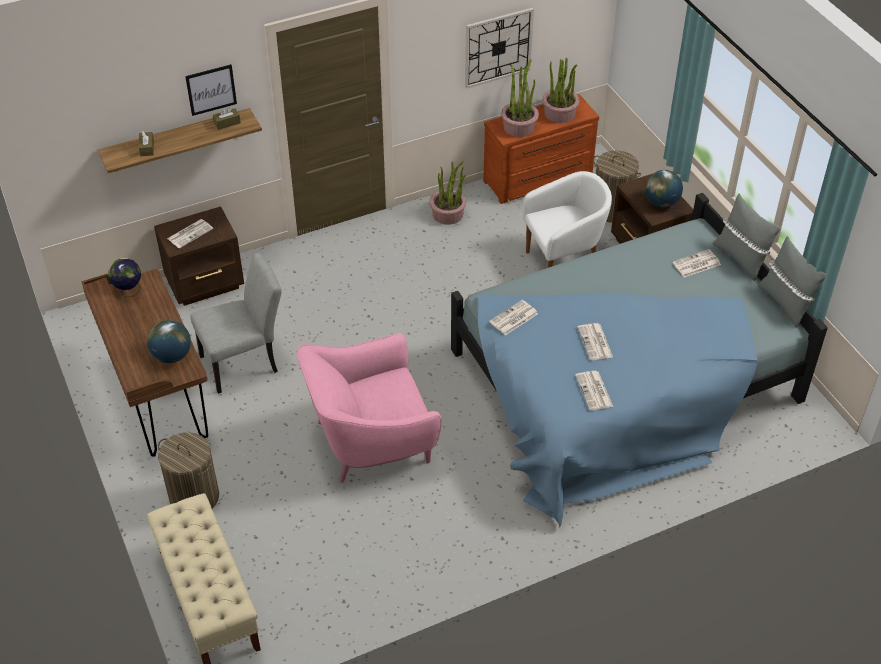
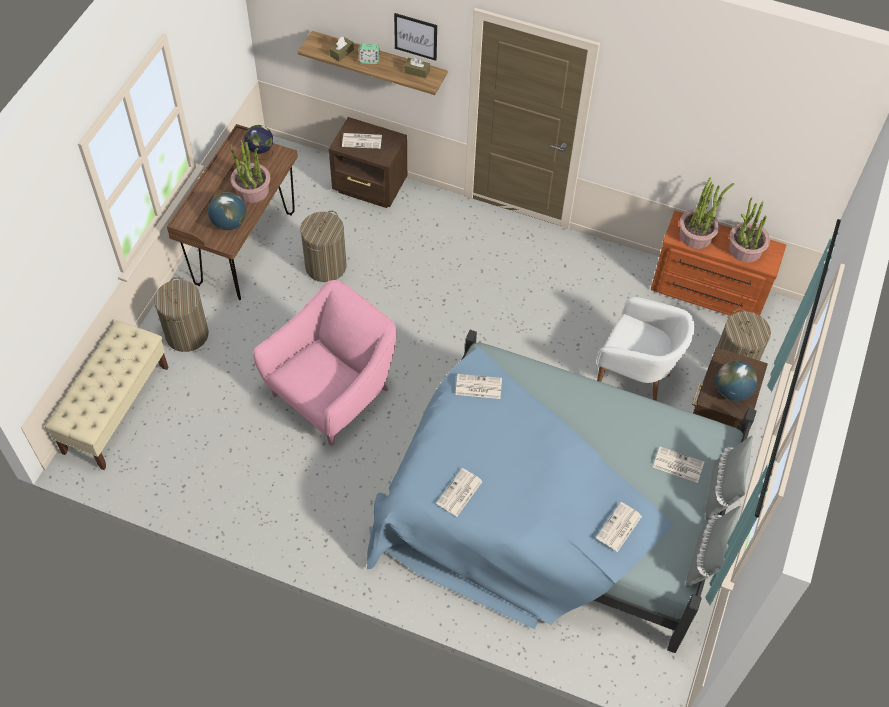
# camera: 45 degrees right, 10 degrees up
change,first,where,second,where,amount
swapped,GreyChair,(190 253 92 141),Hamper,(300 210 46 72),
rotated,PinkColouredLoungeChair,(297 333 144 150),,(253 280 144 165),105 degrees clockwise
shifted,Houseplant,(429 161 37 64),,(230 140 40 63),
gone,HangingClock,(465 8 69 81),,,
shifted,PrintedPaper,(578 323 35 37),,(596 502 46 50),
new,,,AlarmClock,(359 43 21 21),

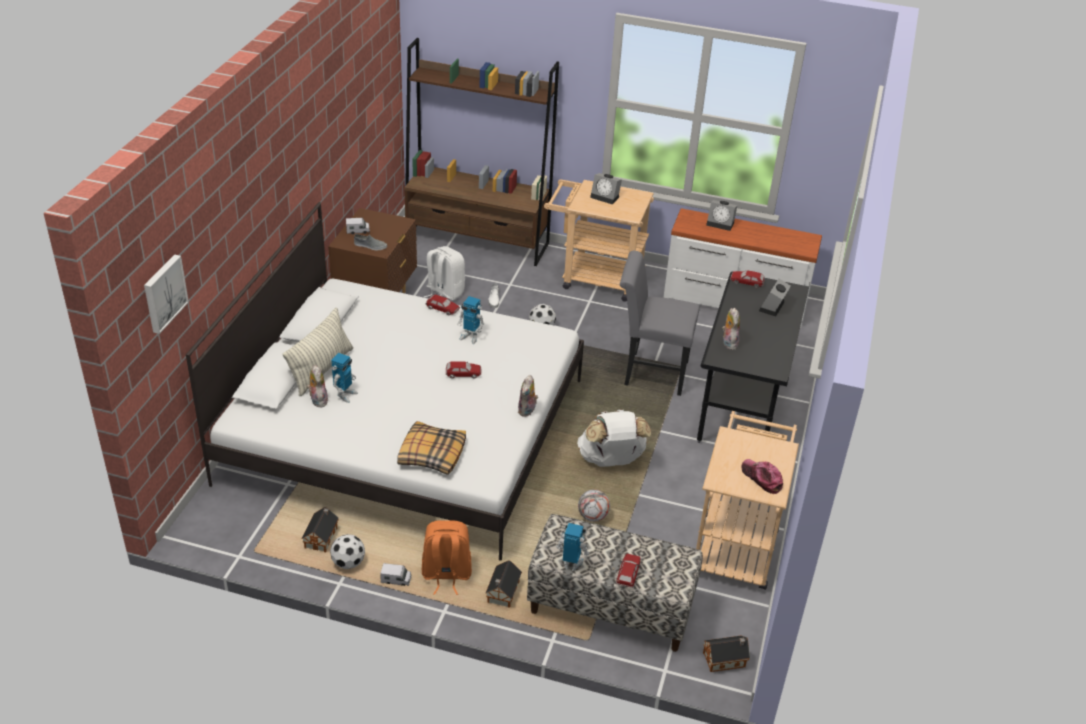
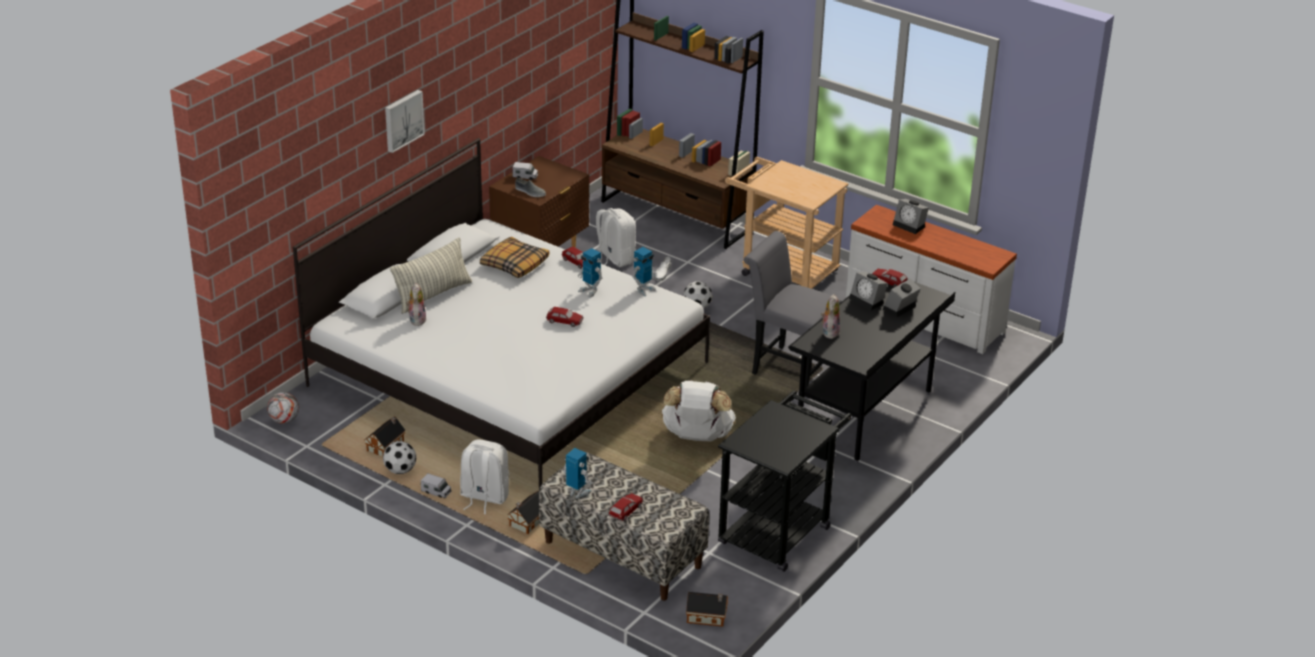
# camera: 20 degrees right, 5 degrees down
change,first,where,second,where,amount
shifted,Picture,(144 255 45 79),,(385 90 40 63),
shifted,ModelRobot,(331 353 27 50),,(633 247 24 49),
shifted,ThrowPillow,(397 421 69 54),,(480 237 69 41),
repainted,OrangeBackpack,(422 520 50 75),WhiteBackpack,(460 439 49 75),
gone,SoftToy,(518 375 20 42),,,
shifted,Football,(578 489 32 33),,(267 392 32 32),
shifted,AlarmClock,(590 173 32 31),,(849 271 39 39),
repainted,SandColouredTrolley,(696 411 103 179),BlackTrolley,(718 390 133 182),
gone,PeakedCap,(741 459 42 35),,,

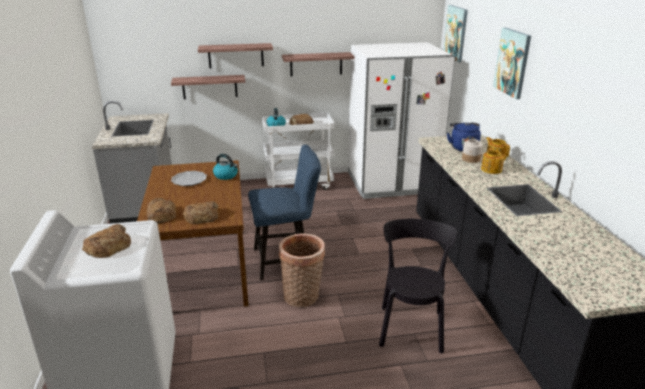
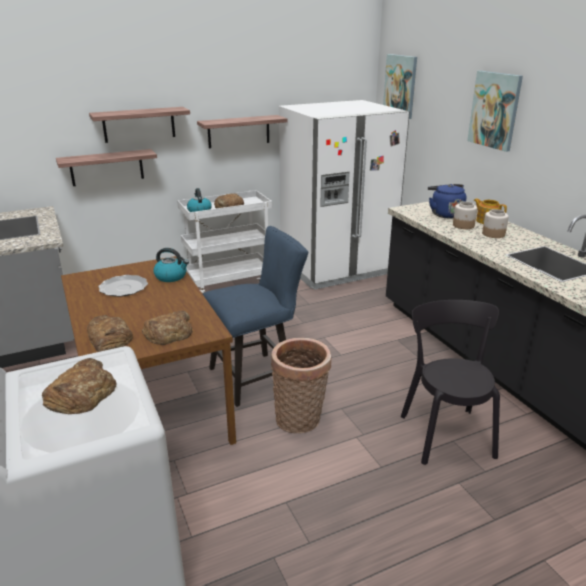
# camera: 15 degrees left, 0 degrees up
change,first,where,second,where,amount
swapped,Teapot,(481 148 23 26),Jar,(482 209 27 29),

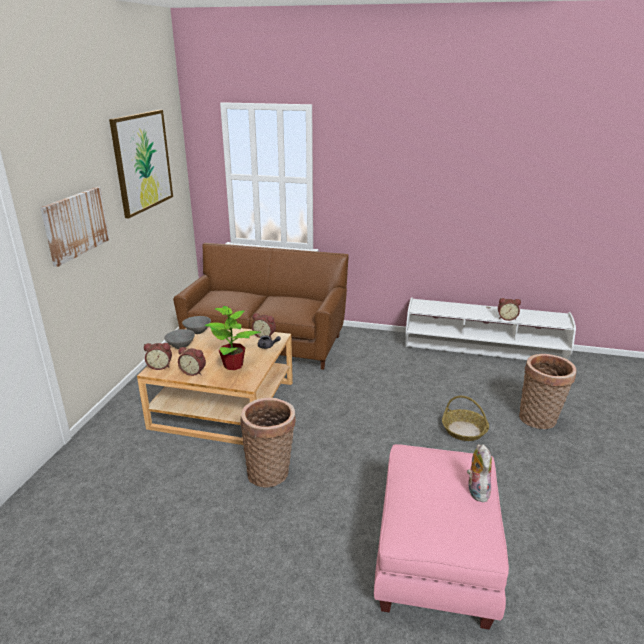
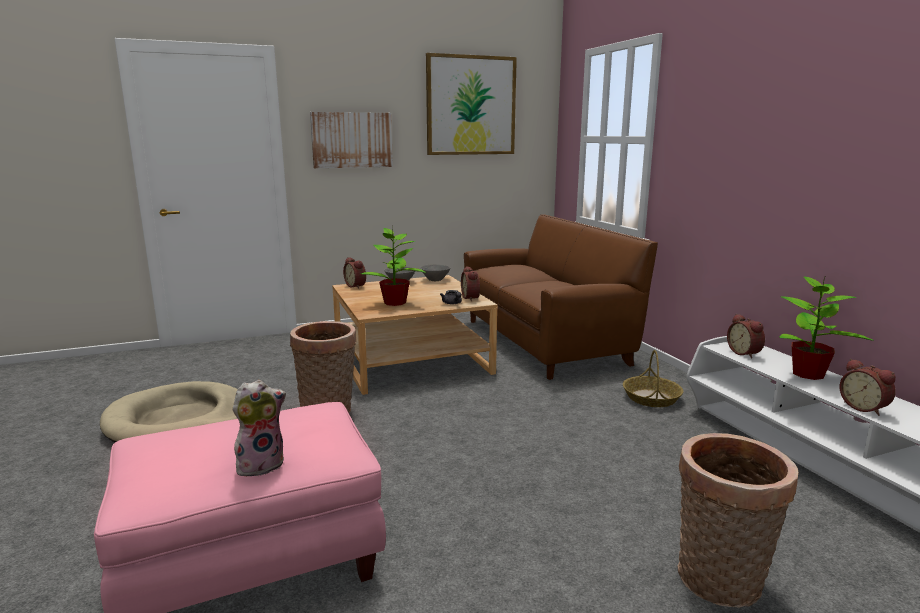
# camera: 55 degrees right, 10 degrees down
change,first,where,second,where,amount
shifted,AlarmClock,(178 347 28 29),,(727 314 38 45),
shifted,StorageBasket,(442 396 47 45),,(623 350 60 57),
new,,,SandColouredPetBed,(100 381 138 61),
new,,,Houseplant,(779 275 95 105),

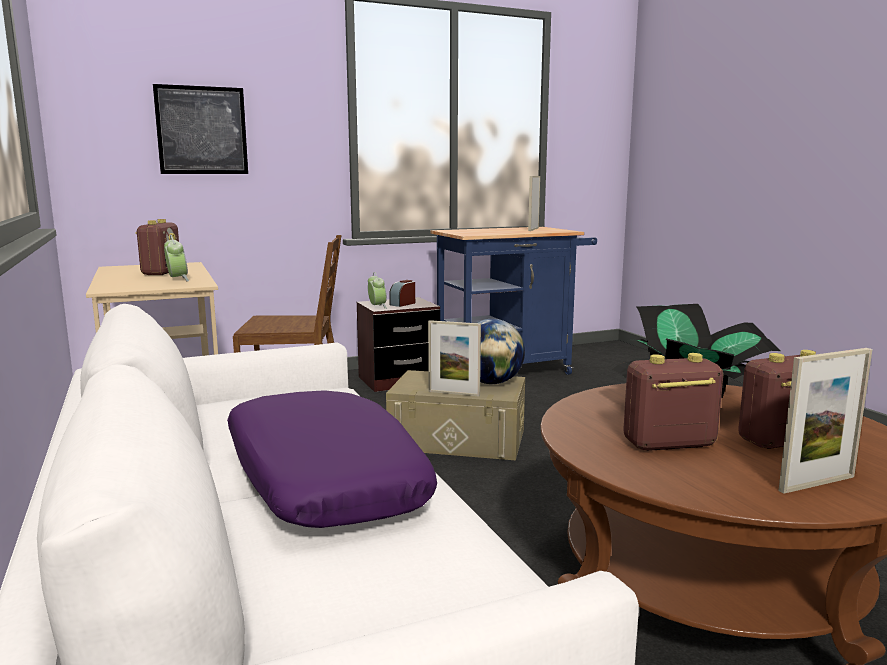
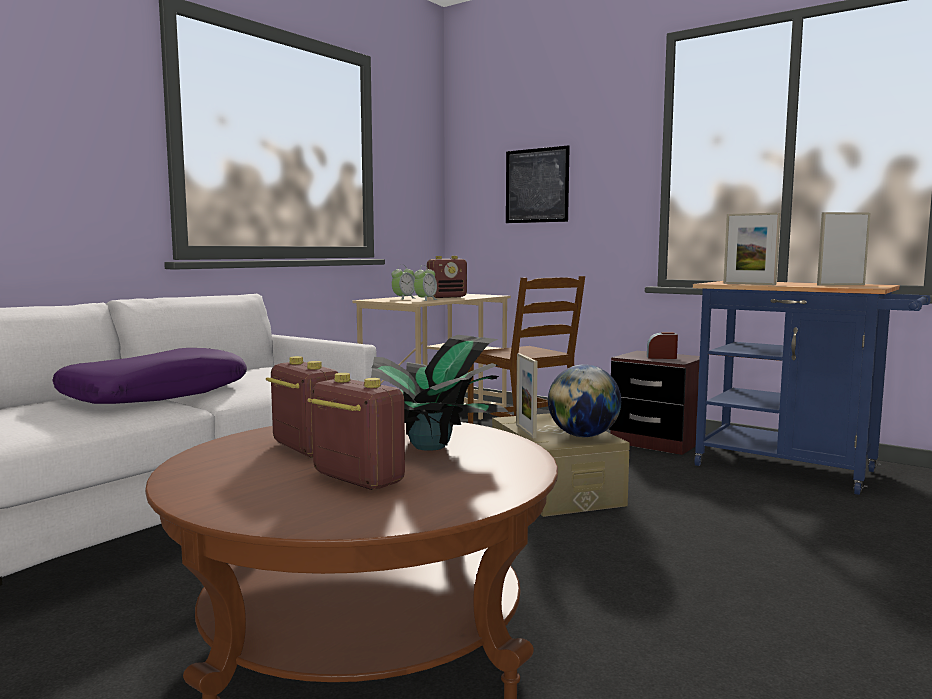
# camera: 60 degrees right, 5 degrees down
change,first,where,second,where,amount
shifted,AlarmClock,(368 272 19 37),,(392 265 23 35),
shifted,StandingFrame,(778 348 94 146),,(723 212 58 73),

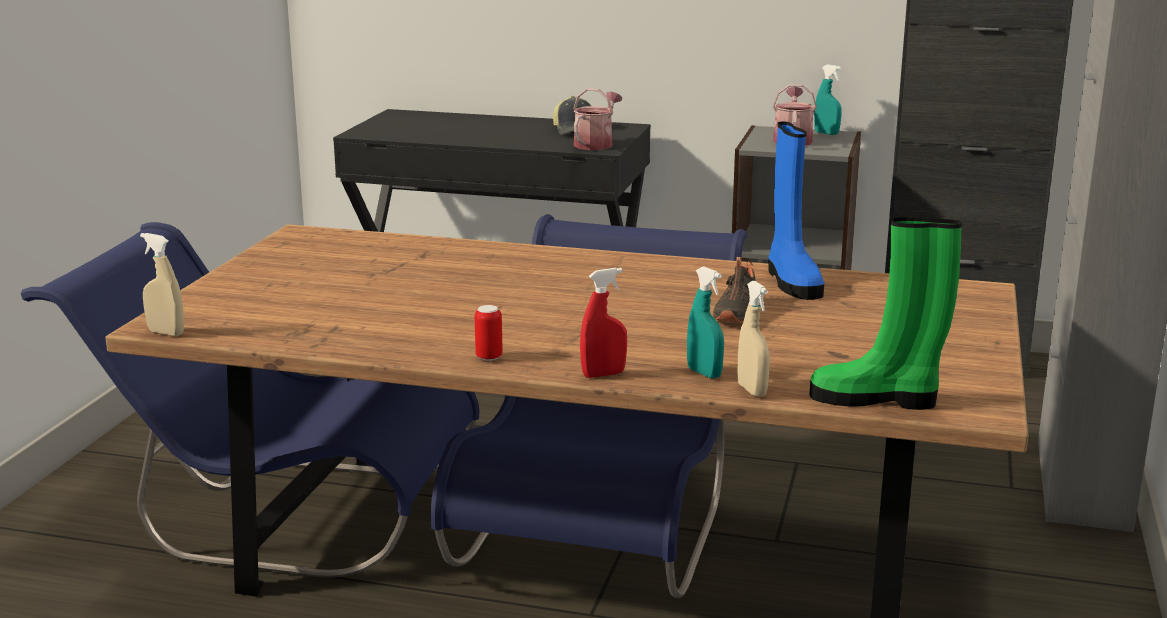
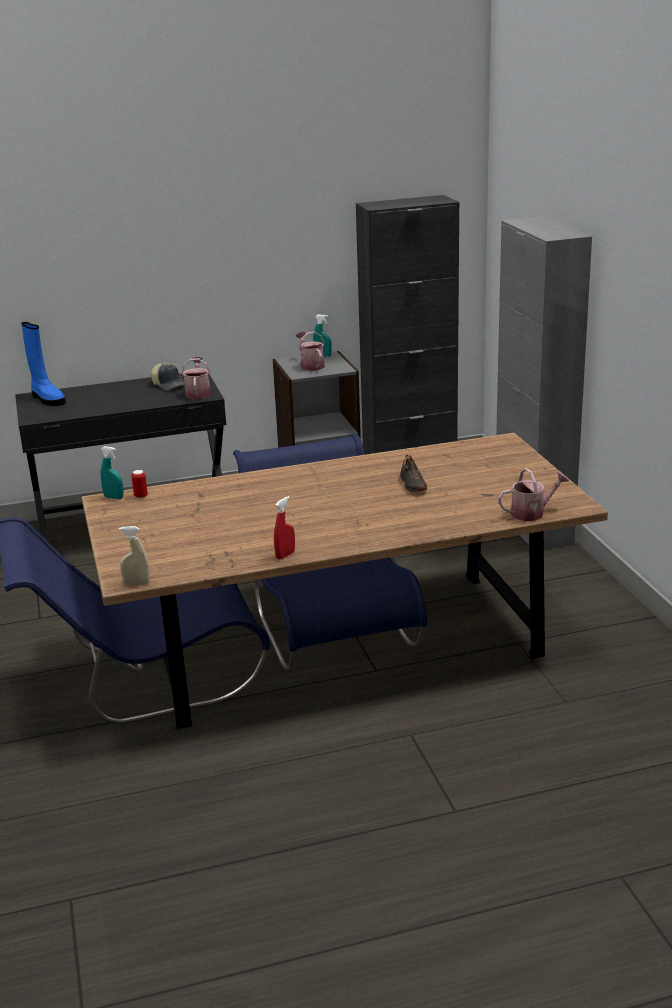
# camera: 30 degrees left, 5 degrees up
change,first,where,second,where,amount
shifted,Can,(475 305 28 56),,(132 470 16 28),
shifted,RedHandSprayer,(580 268 47 110),,(274 496 21 64),
shifted,TurquoiseColouredHandSprayer,(687 267 37 112),,(101 446 23 53),
gone,SandColouredHandSprayer,(738 281 32 116),,,
shifted,BlueHighTopBoot,(769 121 55 179),,(21 322 45 84),
swapped,GreenColouredHighTopBoot,(810 217 152 193),SprinklingCan,(498 468 71 53),

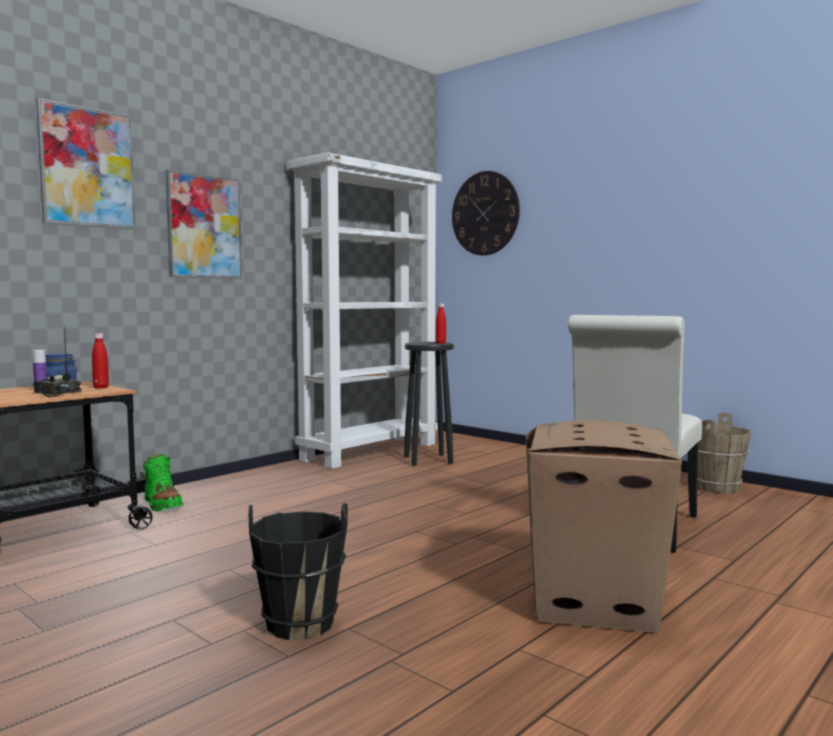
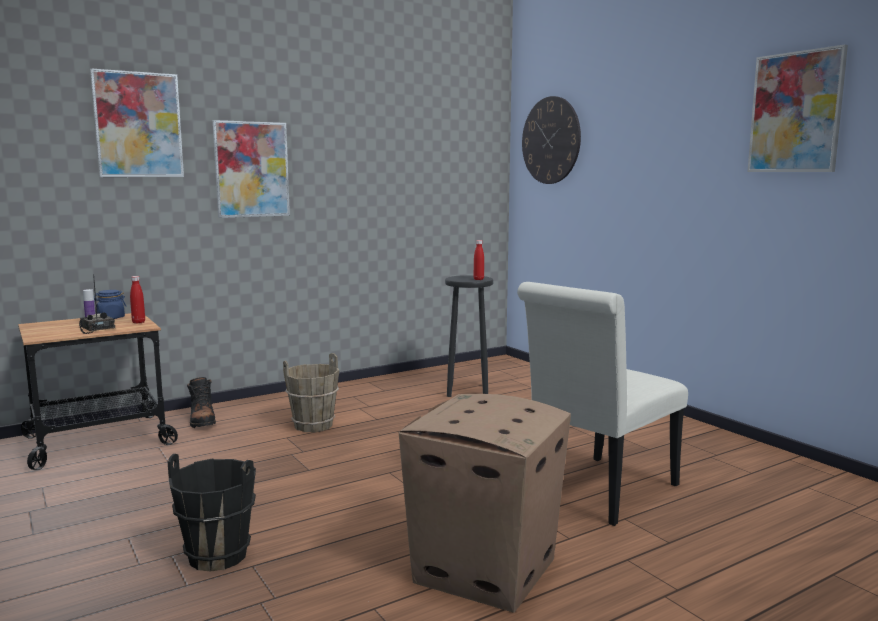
# camera: 15 degrees right, 5 degrees up
change,first,where,second,where,amount
repainted,GreenColouredHighTopBoot,(143 454 40 57),BlackHighTopBoot,(187 377 29 51),
gone,WhiteBookshelf,(287 152 155 317),,,
shifted,BrownishWaterBucket,(697 412 54 82),,(283 353 56 79),
new,,,Picture,(748 45 100 127),

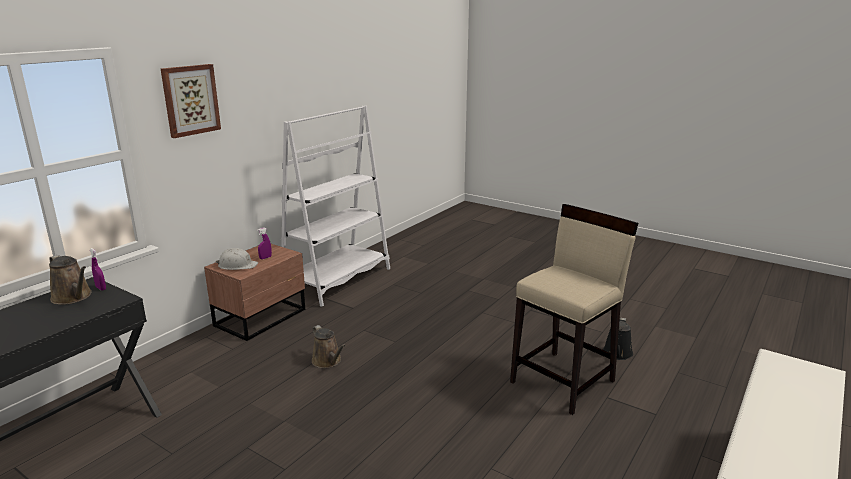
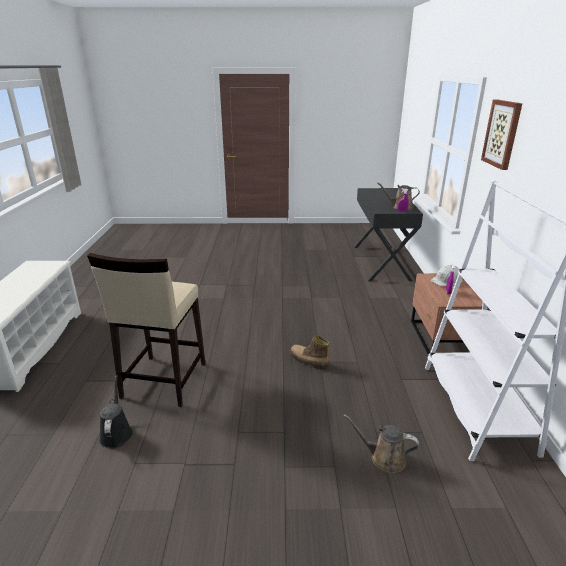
# camera: 145 degrees right, 5 degrees up
change,first,where,second,where,amount
shifted,BrownishSprinklingCan,(312 325 34 43),,(344 414 75 59),
new,,,HighTopBoot,(290 336 40 34),

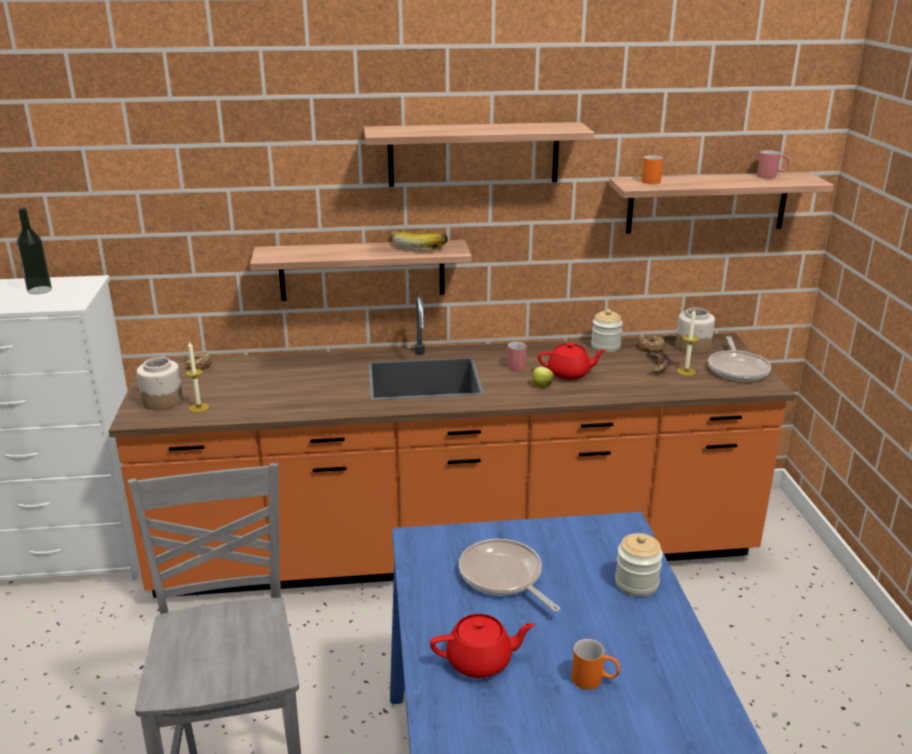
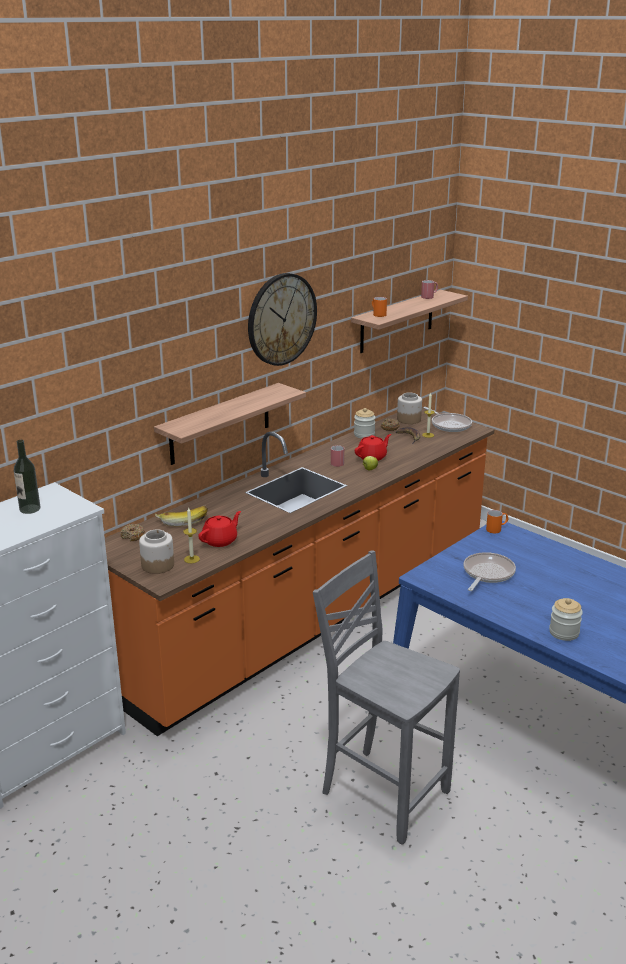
# camera: 40 degrees left, 0 degrees up
change,first,where,second,where,amount
swapped,BracketShelf,(364 122 231 65),HangingClock,(248 273 69 93),
shifted,WholeBanana,(392 231 56 20),,(155 506 53 20),
shifted,RedTeapot,(430 614 105 64),,(198 511 43 36),
rotated,Skillet,(459 539 101 73),,(463 552 53 39),105 degrees clockwise
shifted,OrangeMug,(572 639 48 51),,(486 510 22 23),
shifted,Jar,(615 533 48 64),,(549 598 34 43),

